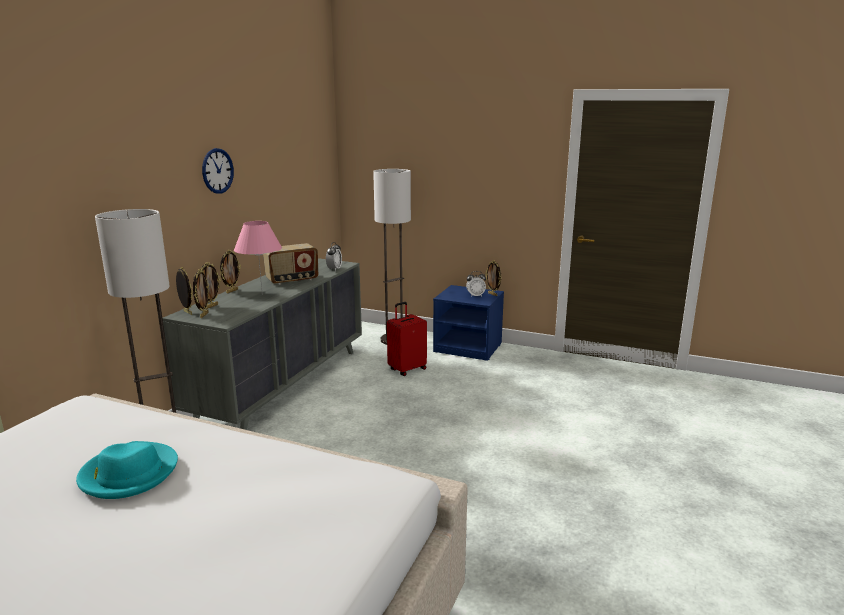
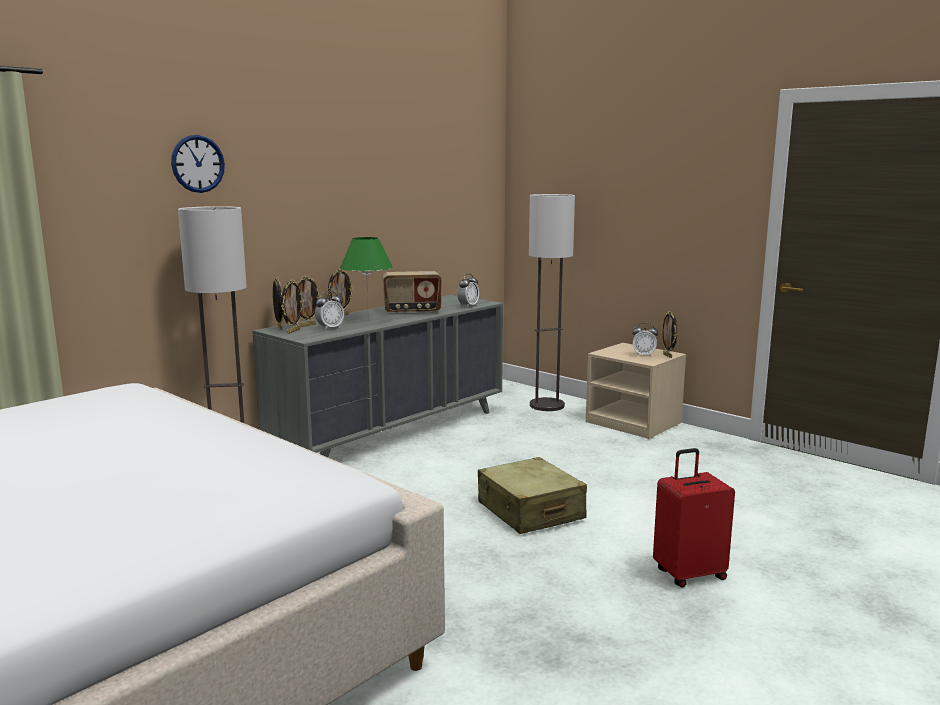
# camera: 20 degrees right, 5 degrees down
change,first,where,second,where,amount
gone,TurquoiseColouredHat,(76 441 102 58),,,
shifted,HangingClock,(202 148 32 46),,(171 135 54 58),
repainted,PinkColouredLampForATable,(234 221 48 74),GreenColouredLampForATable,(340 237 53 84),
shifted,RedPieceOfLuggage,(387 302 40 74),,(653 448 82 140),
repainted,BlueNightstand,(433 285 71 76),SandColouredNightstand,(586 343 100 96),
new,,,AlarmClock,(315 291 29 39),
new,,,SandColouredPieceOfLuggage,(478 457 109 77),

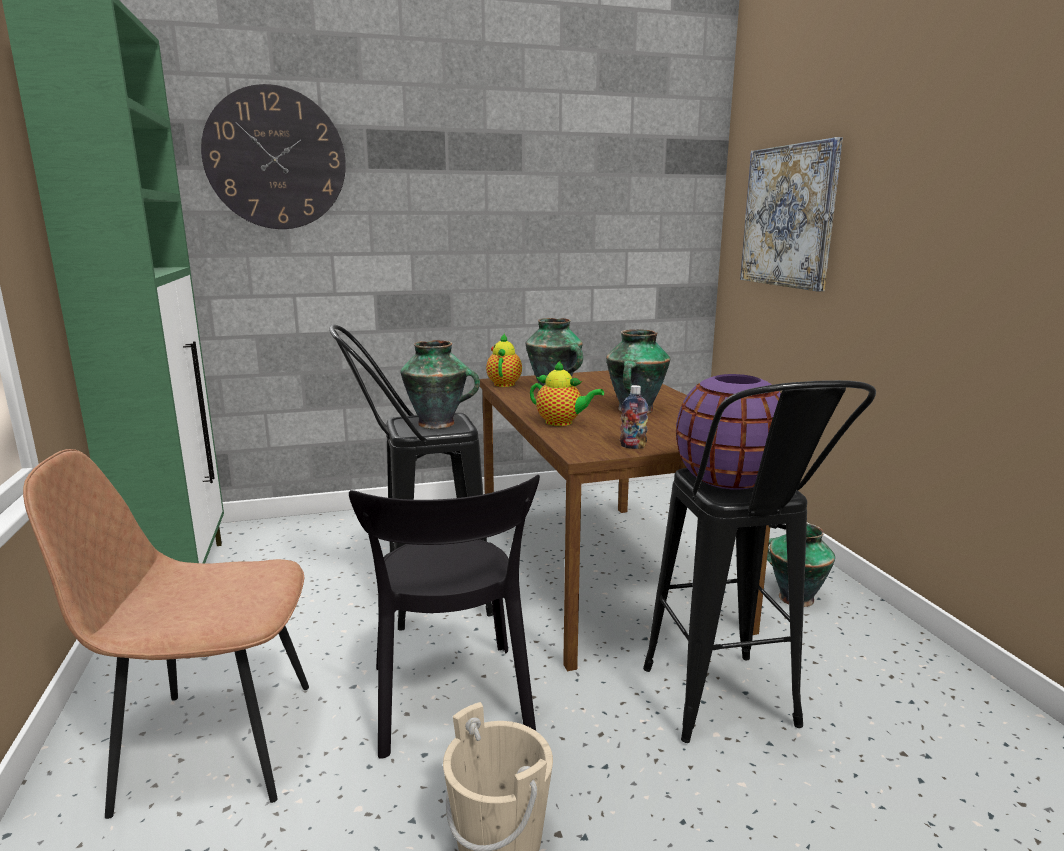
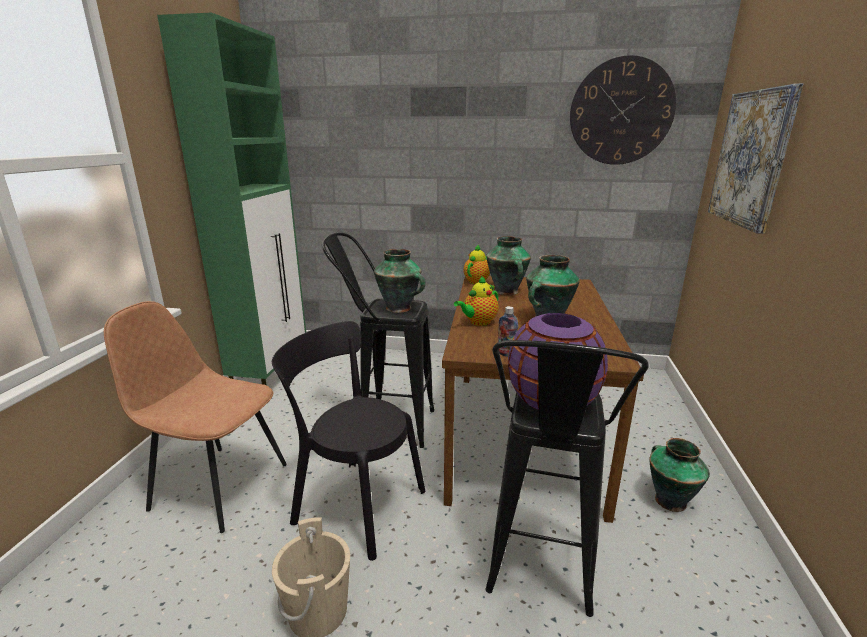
# camera: 25 degrees right, 5 degrees up
change,first,where,second,where,amount
shifted,HangingClock,(201 84 145 145),,(570 55 106 110),
rotated,BlackChair,(349 475 191 284),,(272 321 153 240),105 degrees clockwise
rotated,Teapot,(530 361 74 65),,(454 276 45 50),90 degrees clockwise

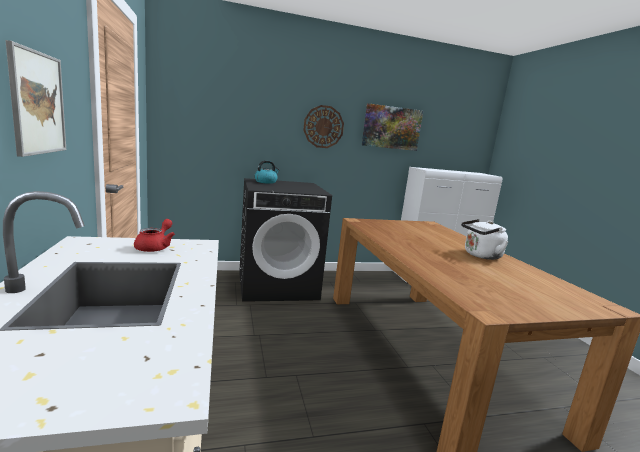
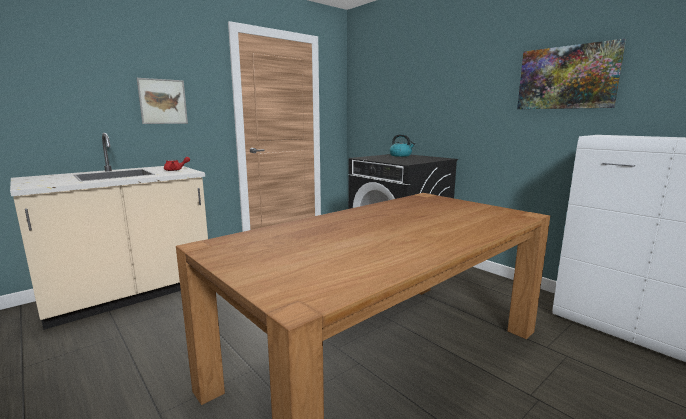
# camera: 65 degrees right, 0 degrees up
change,first,where,second,where,amount
gone,HangingClock,(303 105 41 43),,,
gone,WhiteWaterKettle,(461 219 47 41),,,

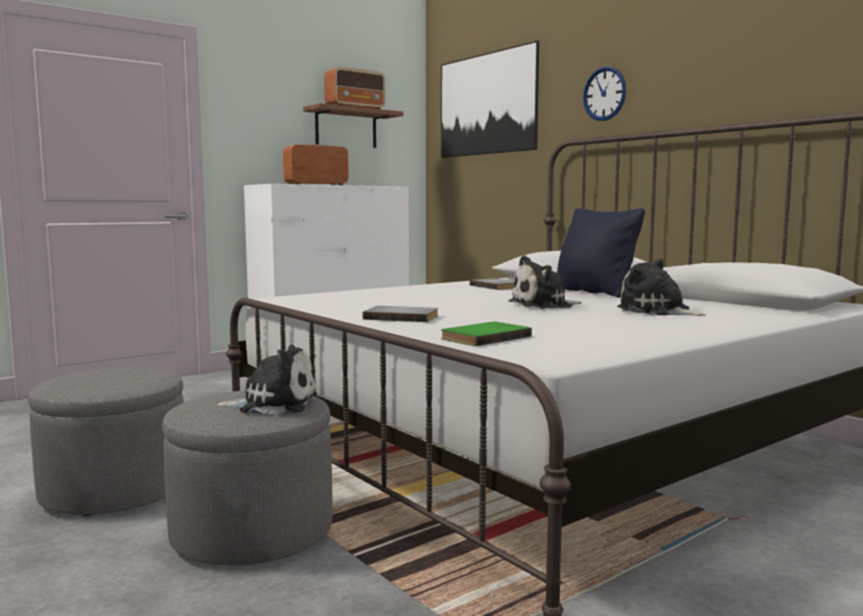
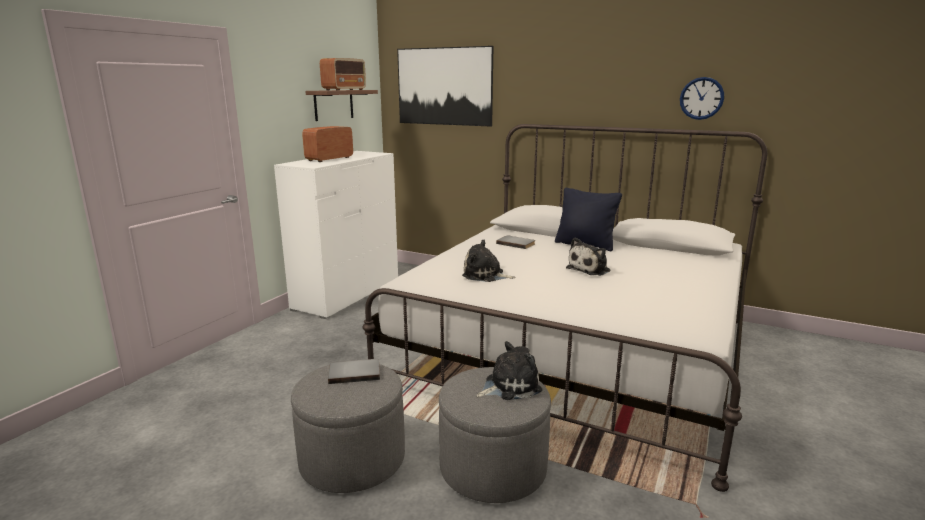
# camera: 25 degrees left, 10 degrees up
change,first,where,second,where,amount
shifted,GreyBook,(363 306 75 16),,(328 359 52 25),
gone,GreenColouredBook,(441 322 91 24),,,
shifted,HangingClock,(583 67 43 54),,(680 77 44 43),
shifted,SoftToy,(617 258 89 58),,(462 239 54 43),

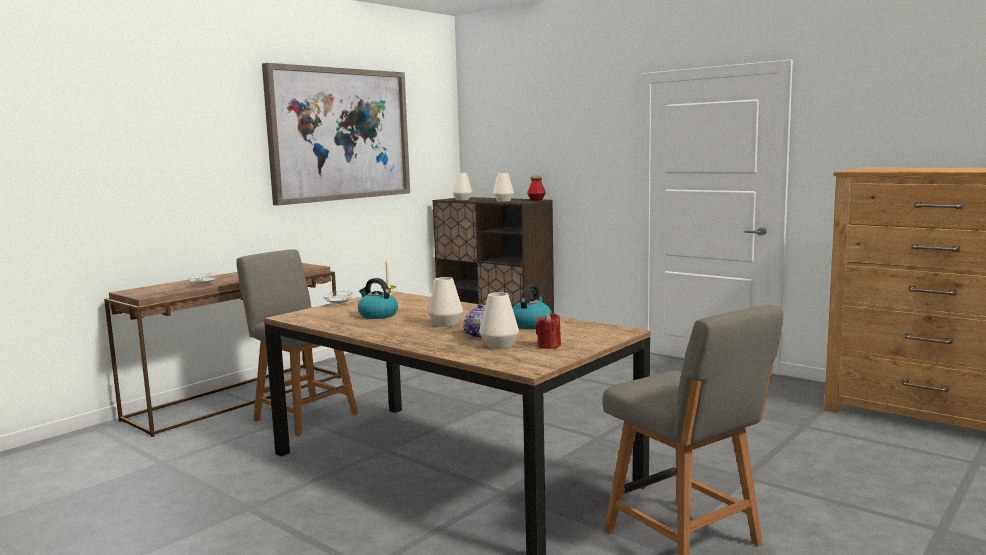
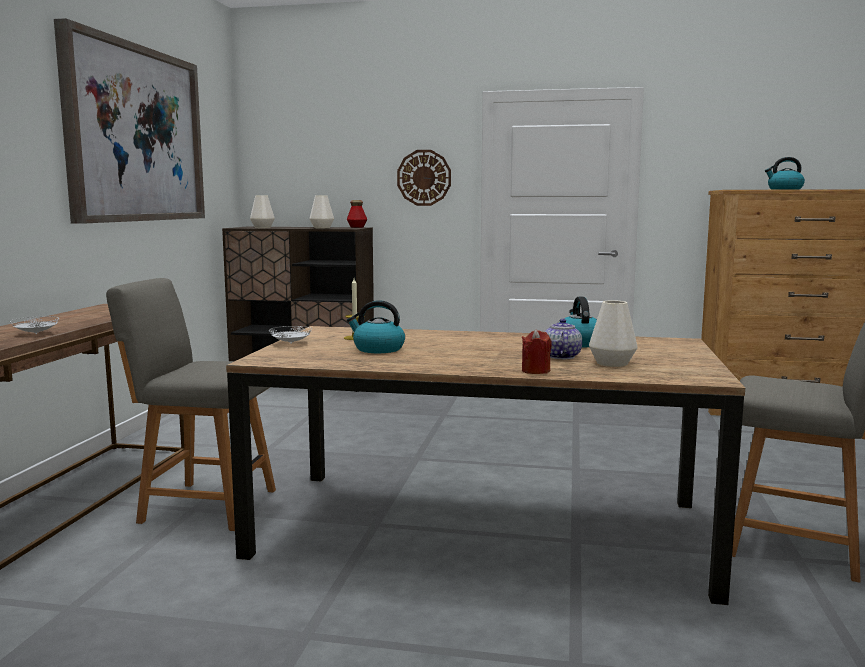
# camera: 30 degrees left, 0 degrees up
change,first,where,second,where,amount
gone,WhiteDecorativeVase,(428 277 35 50),,,
shifted,RedCandle,(535 313 26 36),,(522 329 30 45),
new,,,HangingClock,(397 150 54 56),
new,,,WaterKettle,(765 157 40 33),

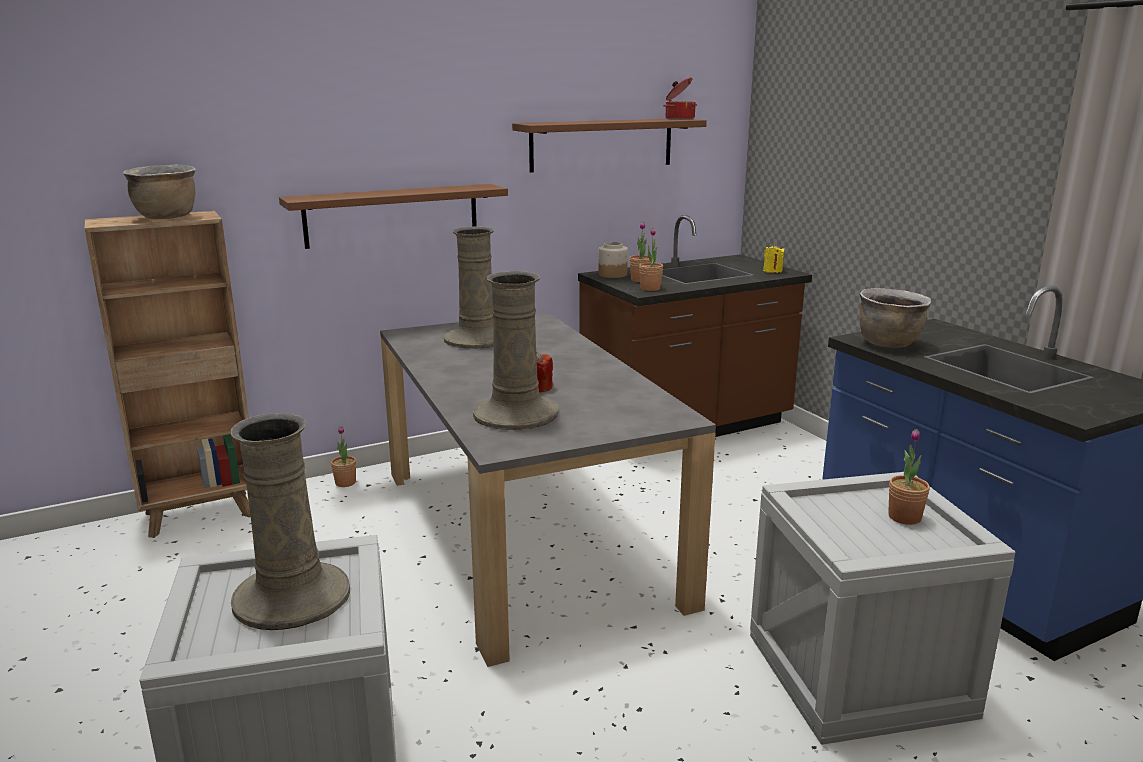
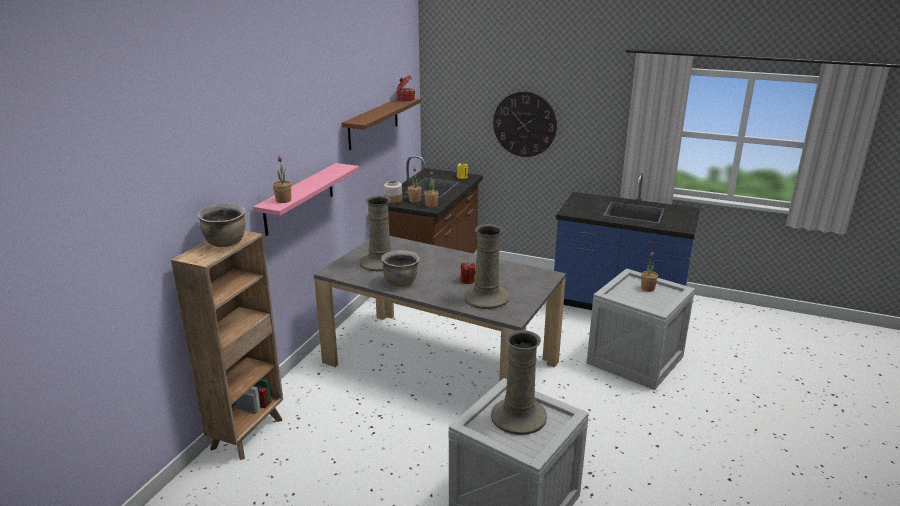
# camera: 40 degrees left, 5 degrees up
change,first,where,second,where,amount
repainted,BrownishBracketShelf,(279 184 229 65),PinkColouredBracketShelf,(253 163 106 73),
shifted,Houseplant,(331 426 25 61),,(273 156 18 47),
shifted,BrownishSaucepot,(859 288 72 60),,(381 250 39 37),
new,,,HangingClock,(493 91 64 66),

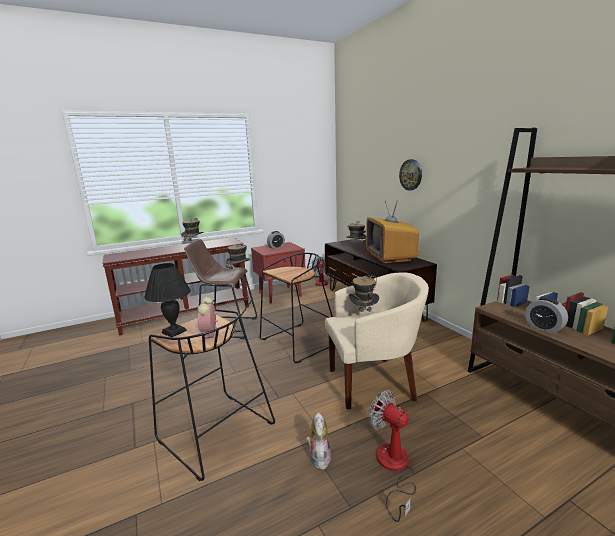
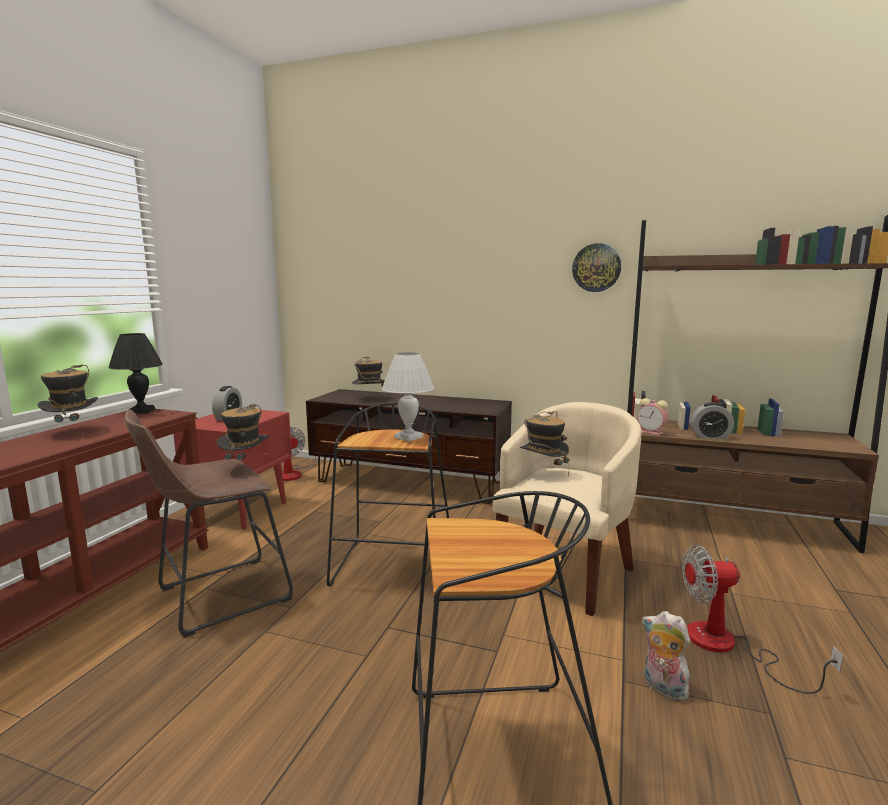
# camera: 45 degrees left, 5 degrees down
change,first,where,second,where,amount
shifted,BlackLampForATable,(144 263 47 74),,(108 333 55 81),
shifted,AlarmClock,(198 297 20 41),,(637 398 31 37),
gone,Television,(366 201 53 63),,,
shifted,HangingClock,(399 159 23 31),,(572 243 49 49),
new,,,WhiteLampForATable,(382 352 52 90),

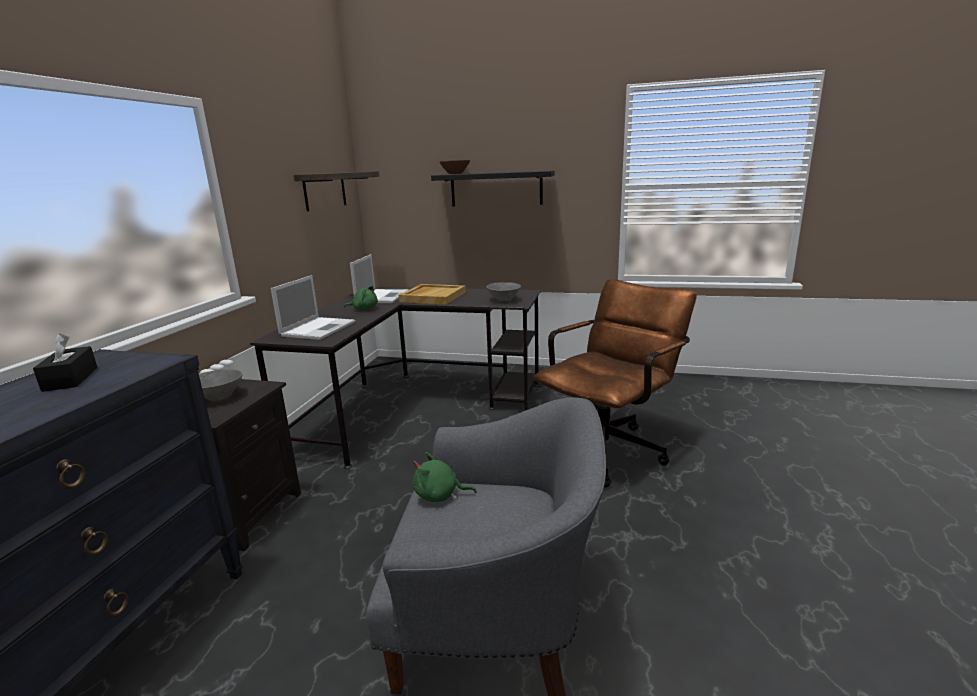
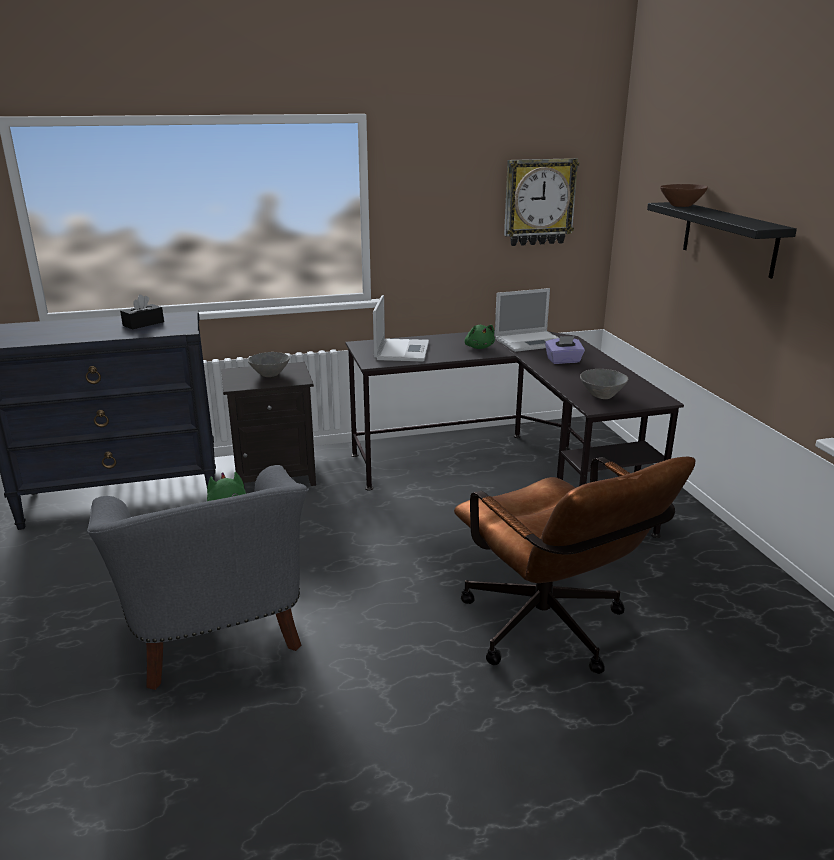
# camera: 60 degrees right, 5 degrees up
change,first,where,second,where,amount
rotated,PortableComputer,(271 275 84 65),,(373 295 56 66),75 degrees counterclockwise
swapped,BracketShelf,(294 171 85 40),HangingClock,(504 158 75 88),
swapped,SandColouredServingTray,(398 284 68 21),PurpleColouredTissueBox,(545 336 40 28),
rotated,BrownishDeskChair,(533 279 164 209),,(454 456 242 218),45 degrees clockwise

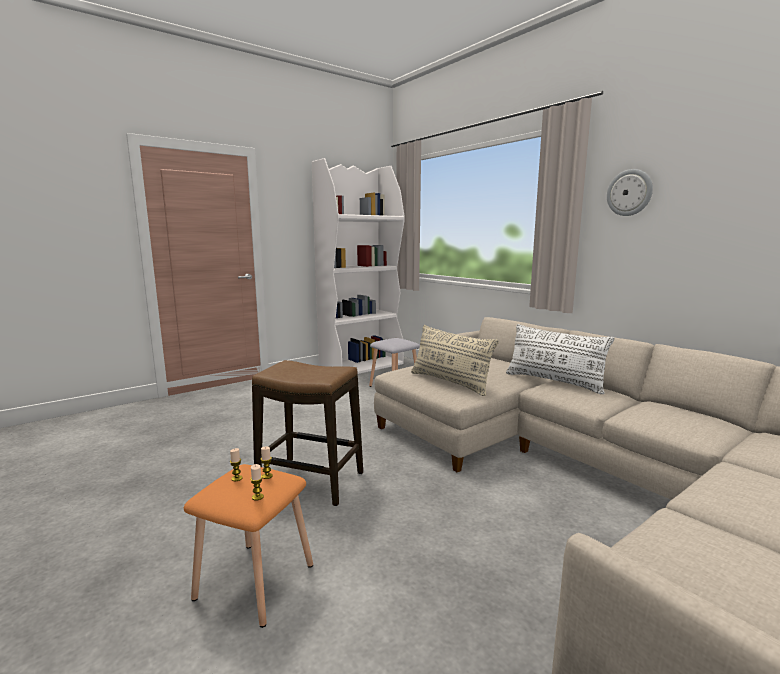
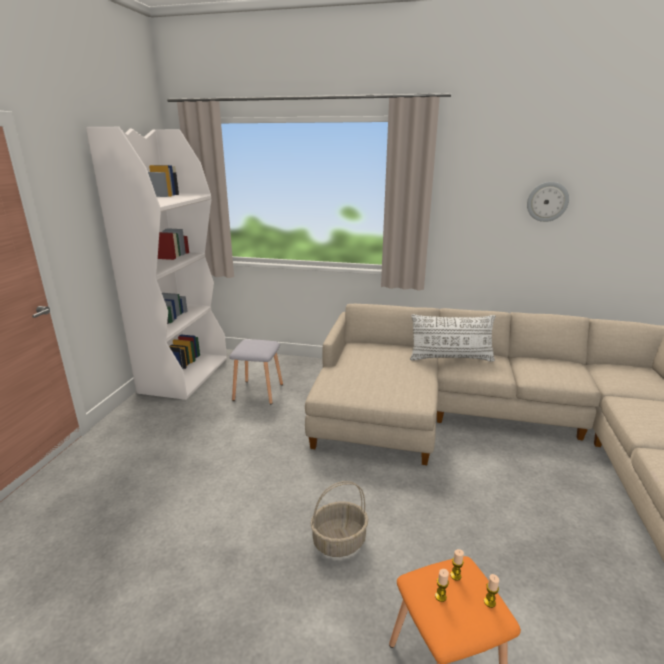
# camera: 40 degrees left, 10 degrees up
change,first,where,second,where,amount
swapped,StoolSeat,(252 360 111 146),StorageBasket,(310 481 58 76),
gone,SandColouredThrowPillow,(411 325 88 71),,,
shifted,HangingClock,(607 169 46 47),,(527 182 42 40),

